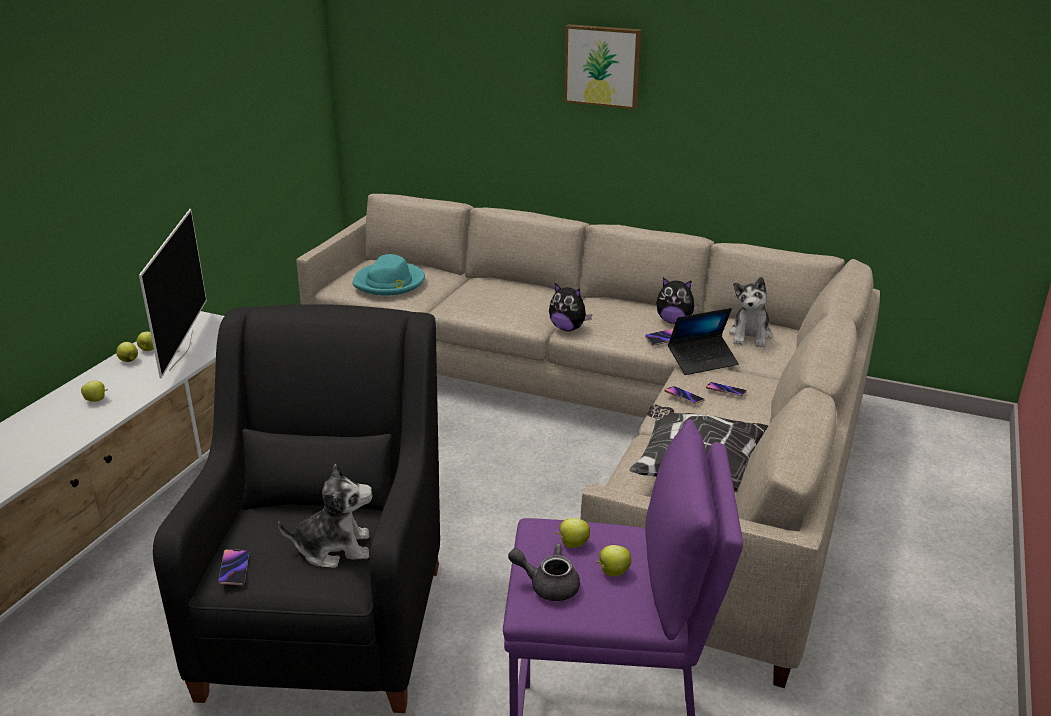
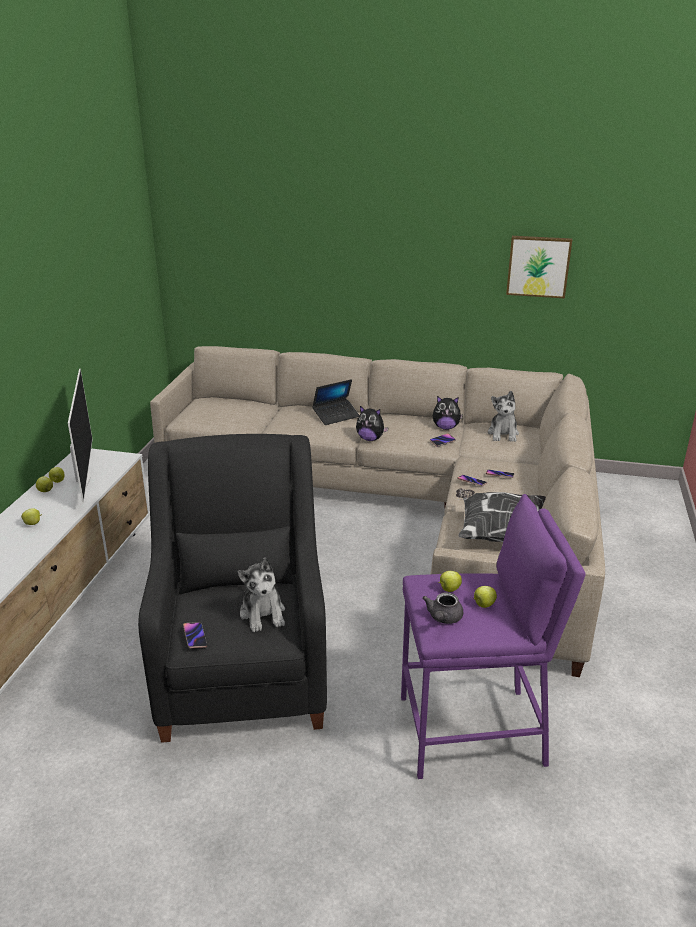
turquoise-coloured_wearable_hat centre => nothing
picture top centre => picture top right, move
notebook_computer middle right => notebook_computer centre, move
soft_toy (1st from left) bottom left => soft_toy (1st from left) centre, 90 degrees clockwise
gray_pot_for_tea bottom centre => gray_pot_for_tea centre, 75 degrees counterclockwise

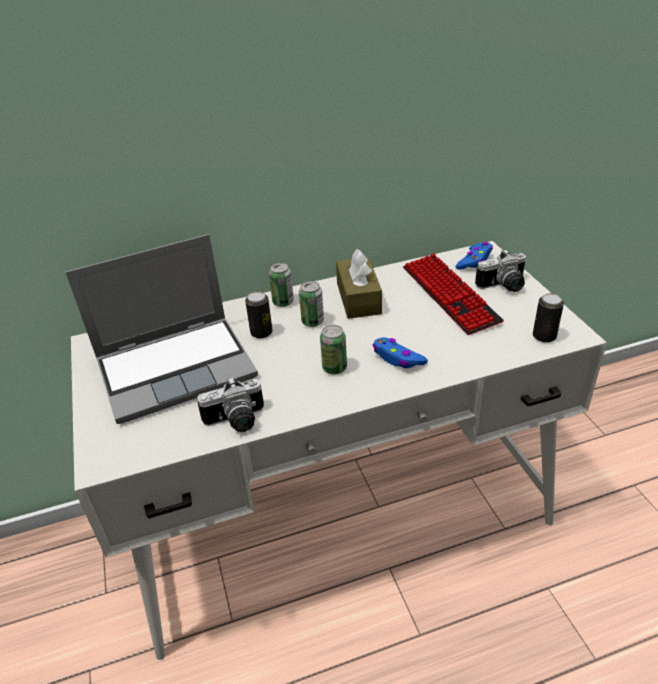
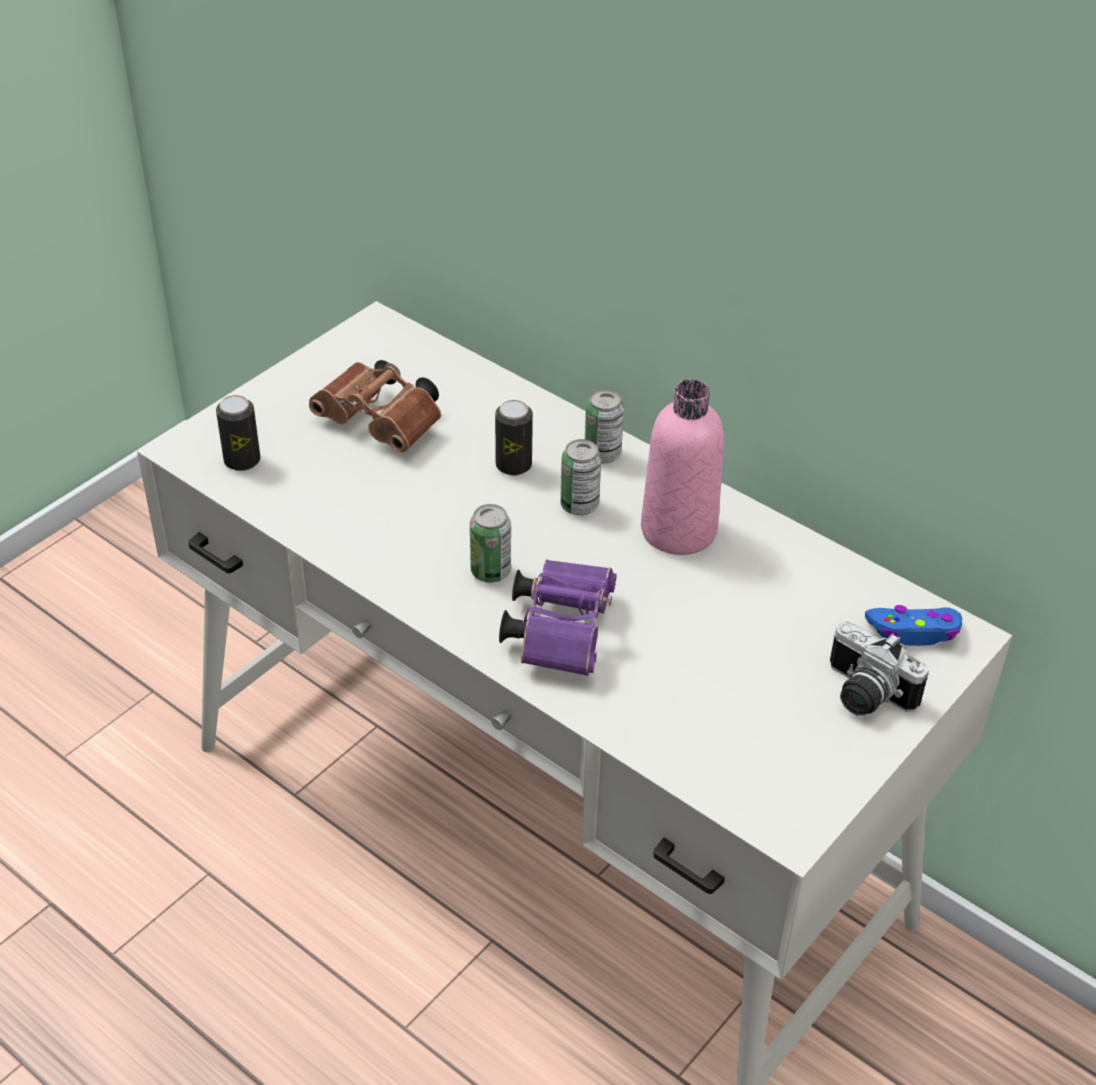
photo_camera (1st from left) centre => nothing
PC_keyboard middle right => nothing
can (5th from left in the first image) middle right => can (1st from left) middle left, move
notebook_computer middle left => brownish_binoculars centre
brownish_box_of_tissues centre => pinkish_beverage_bottle centre
blue_joypad (1st from left) centre => purple-coloured_binoculars centre

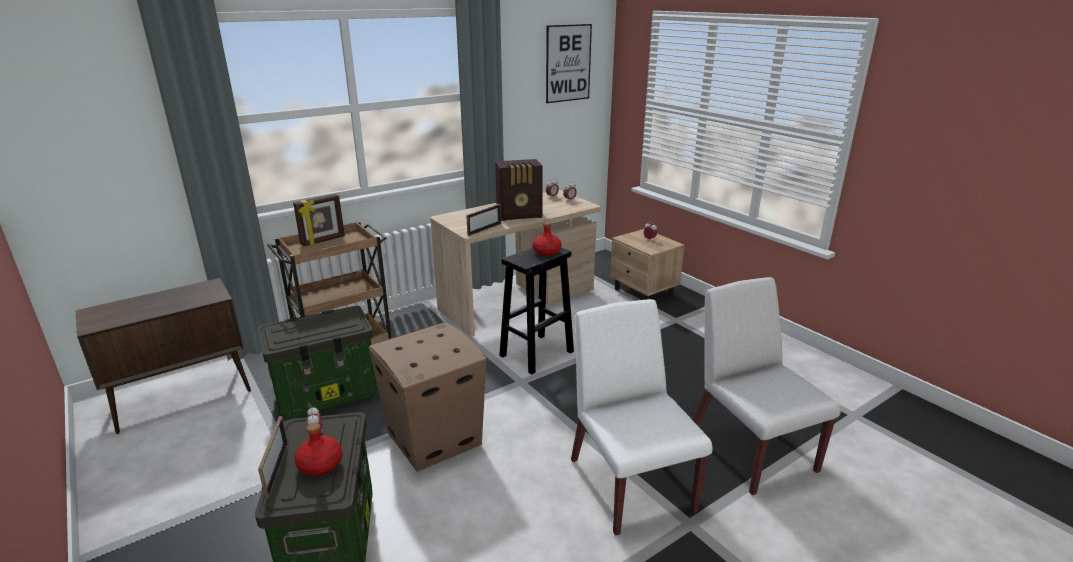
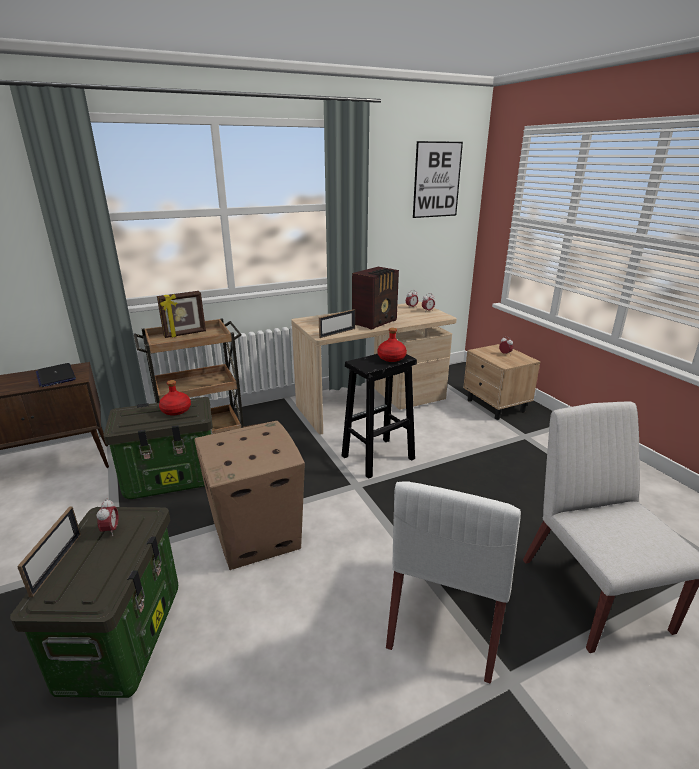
nothing => notebook_computer middle left
reddish_beverage_bottle (1st from left) bottom left => reddish_beverage_bottle (1st from left) middle left, move
radio_receiver centre, 45 degrees counterclockwise
white-coloured_upright_chair (1st from left) bottom centre, 150 degrees counterclockwise

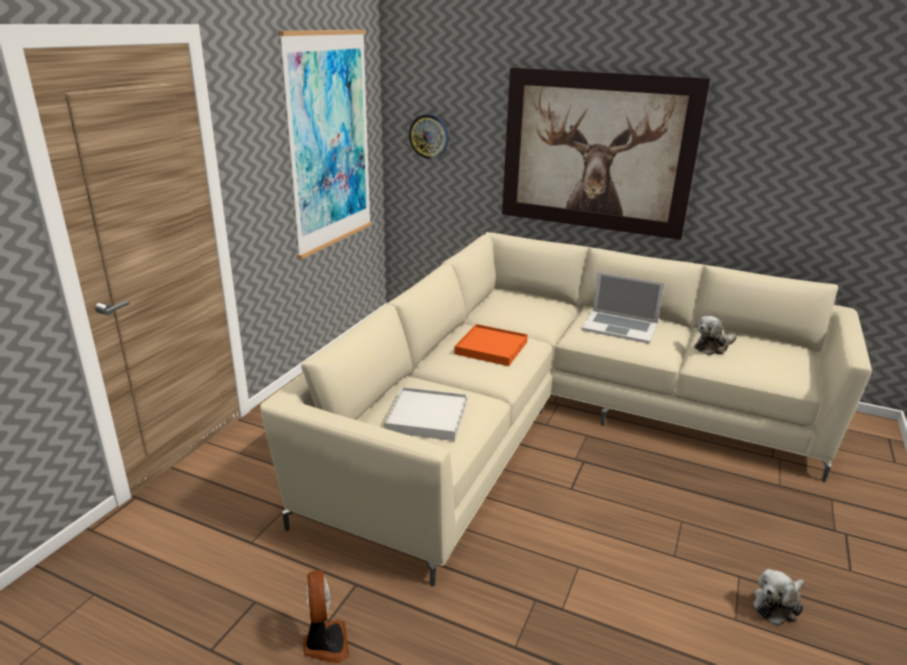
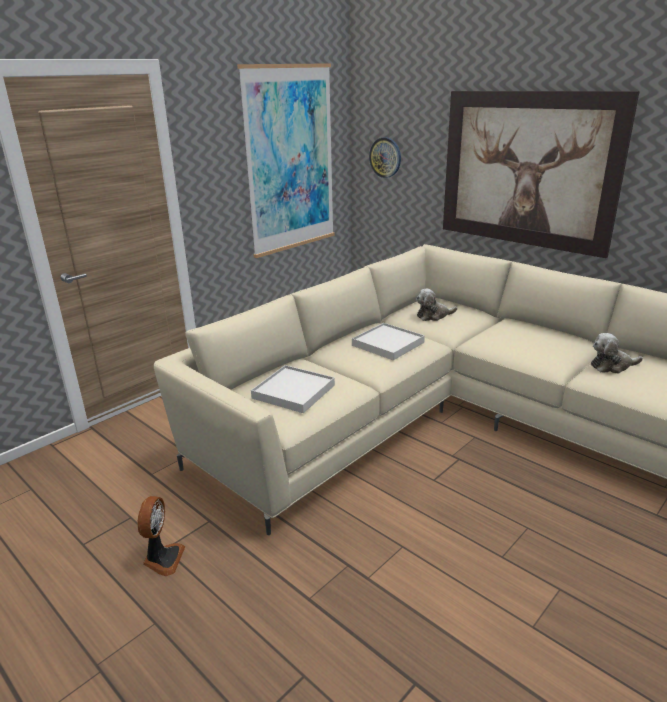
notebook_computer middle right => nothing
soft_toy (2nd from left in the first image) bottom right => soft_toy (1st from left) centre, move
orangey_carrying_tray centre => white-coloured_carrying_tray (2nd from left) centre

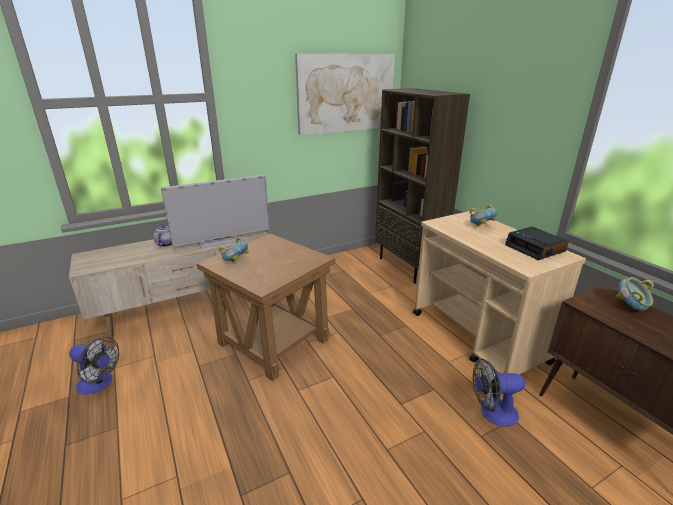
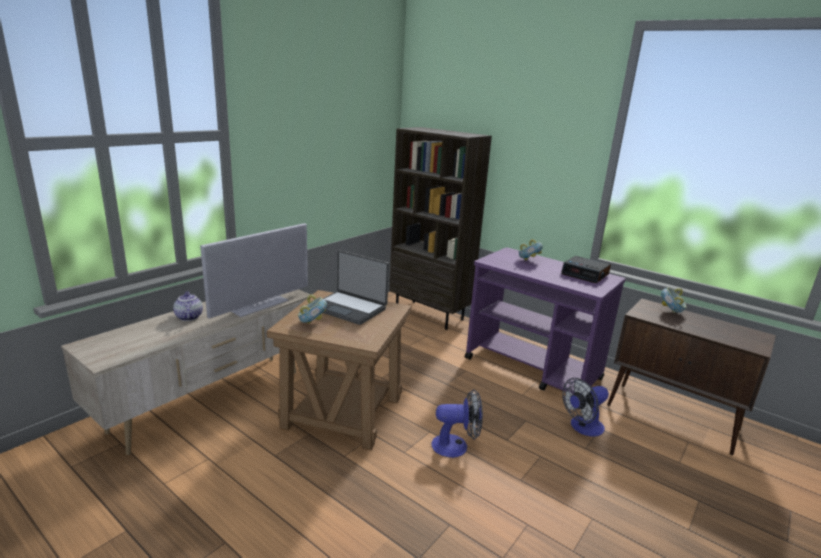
picture top centre => nothing
nothing => notebook_computer centre
electric_fan (1st from left) bottom left => electric_fan (1st from left) bottom centre, move
beige_trolley middle right => purple-coloured_trolley centre

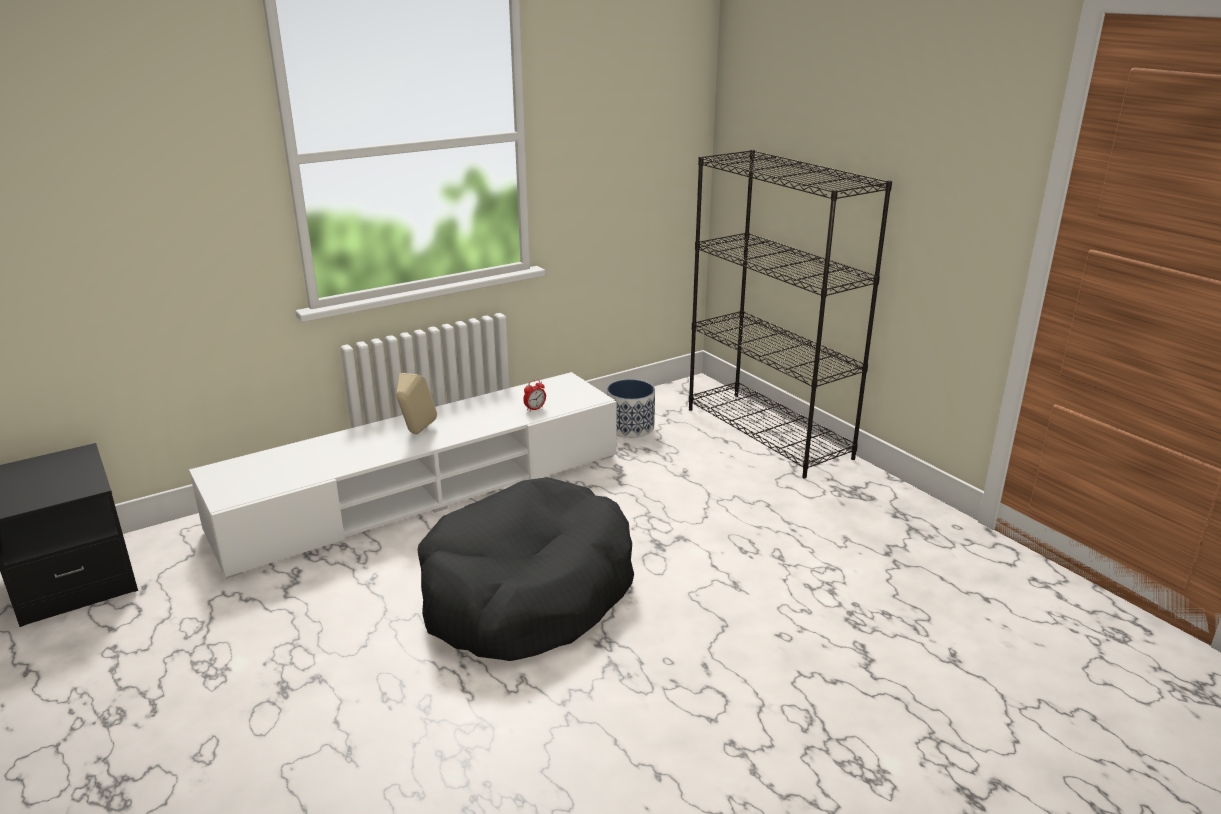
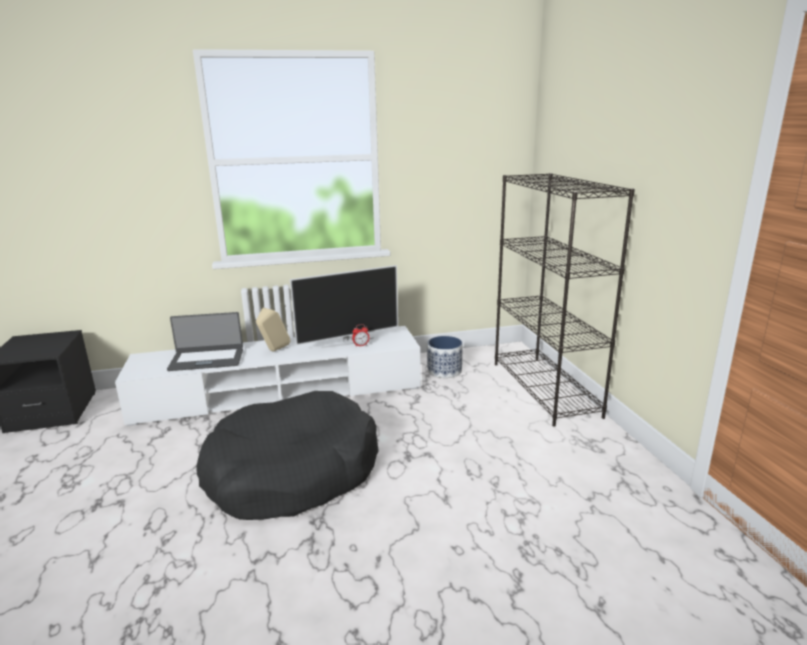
nothing => notebook_computer middle left
nothing => TV_set centre

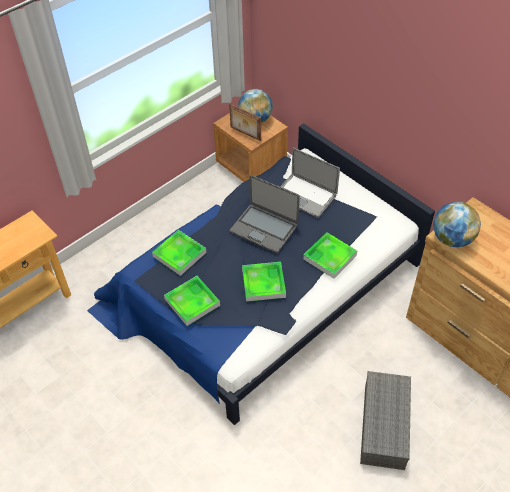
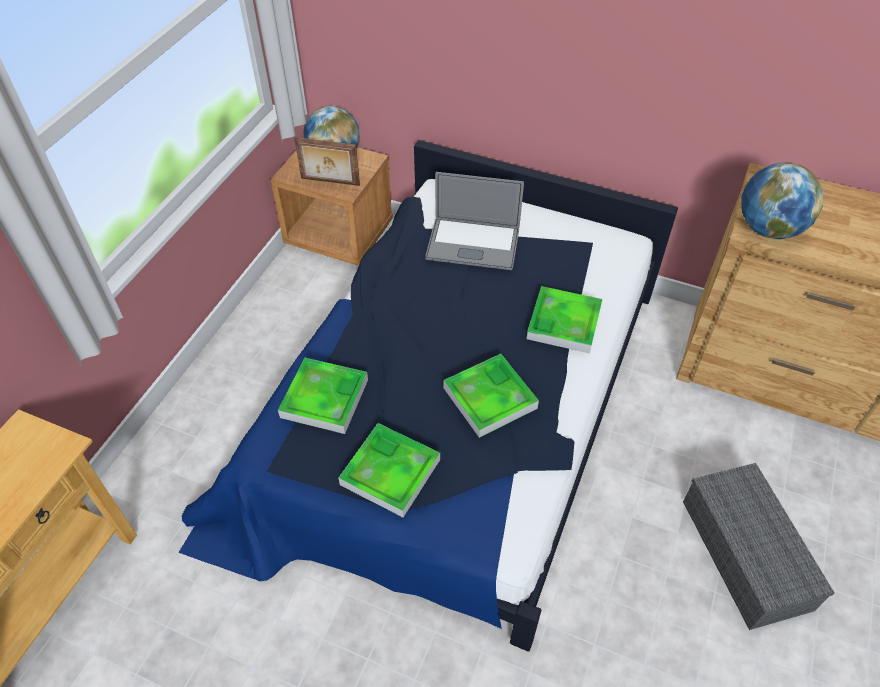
notebook_computer (1st from left) centre => nothing

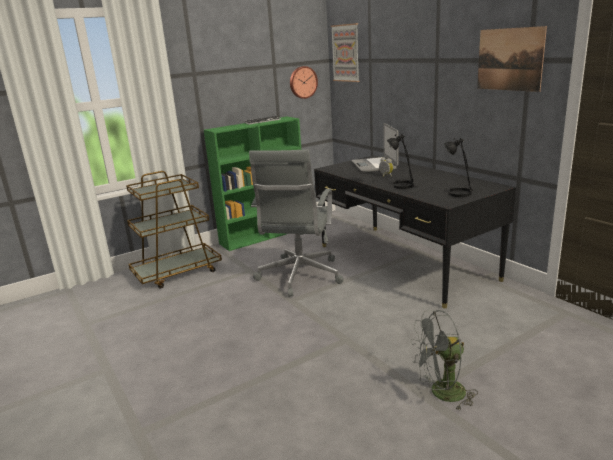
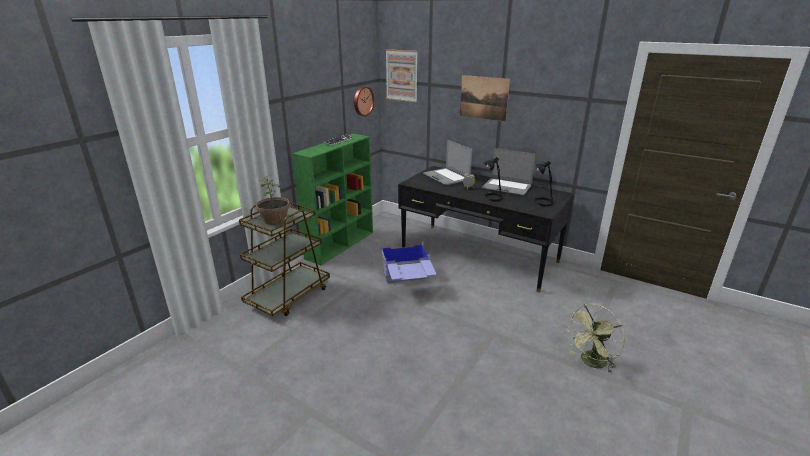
nothing => plant_in_a_pot centre
nothing => notebook_computer (2nd from left) centre
picture (2nd from left) top right => picture (2nd from left) top centre, move
gray_computer_chair centre => blue_storage_bin centre
gray_electric_fan bottom right => green-coloured_electric_fan bottom right

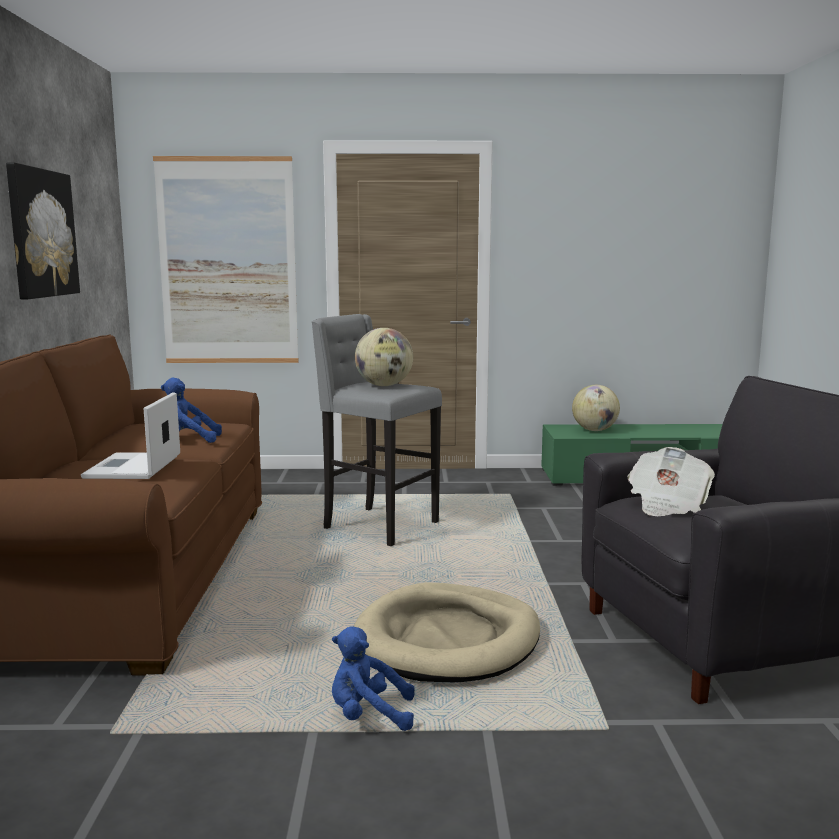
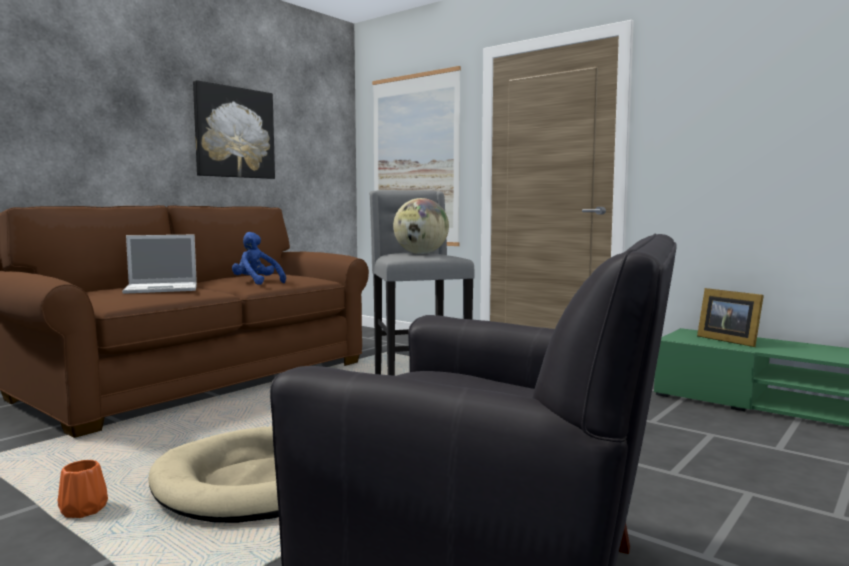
daily_paper middle right => nothing
blue_soft_toy (2nd from left) bottom centre => orangey_vase bottom left
desk_globe (2nd from left) middle right => picture_frame middle right
notebook_computer middle left, 150 degrees counterclockwise

